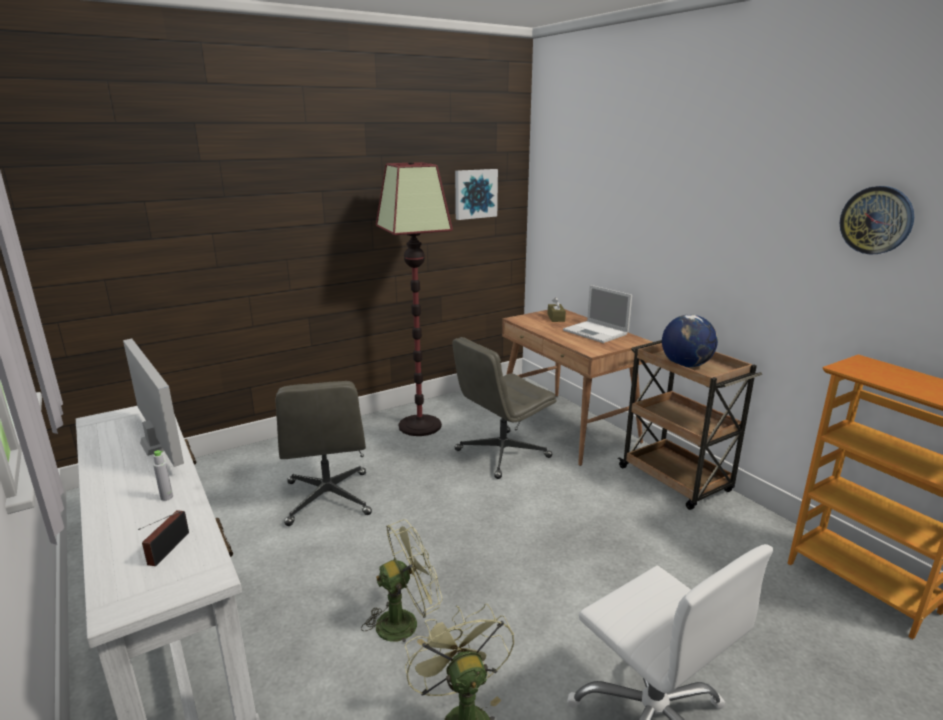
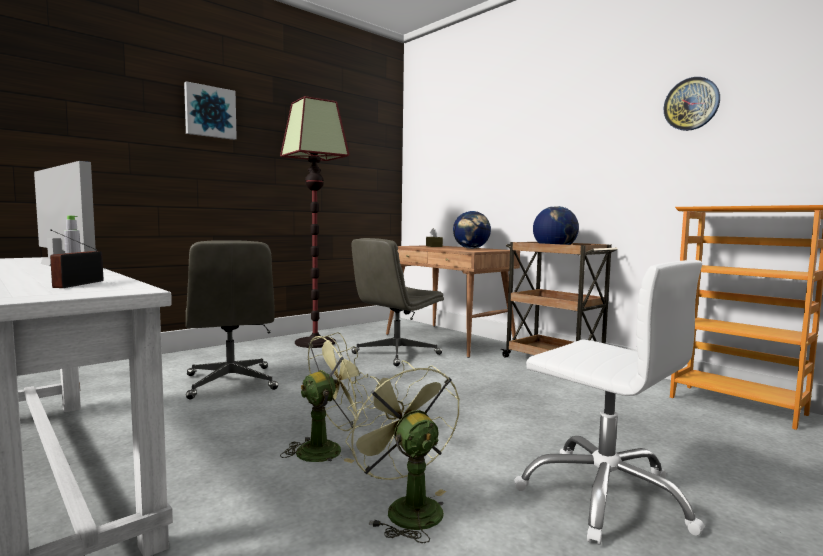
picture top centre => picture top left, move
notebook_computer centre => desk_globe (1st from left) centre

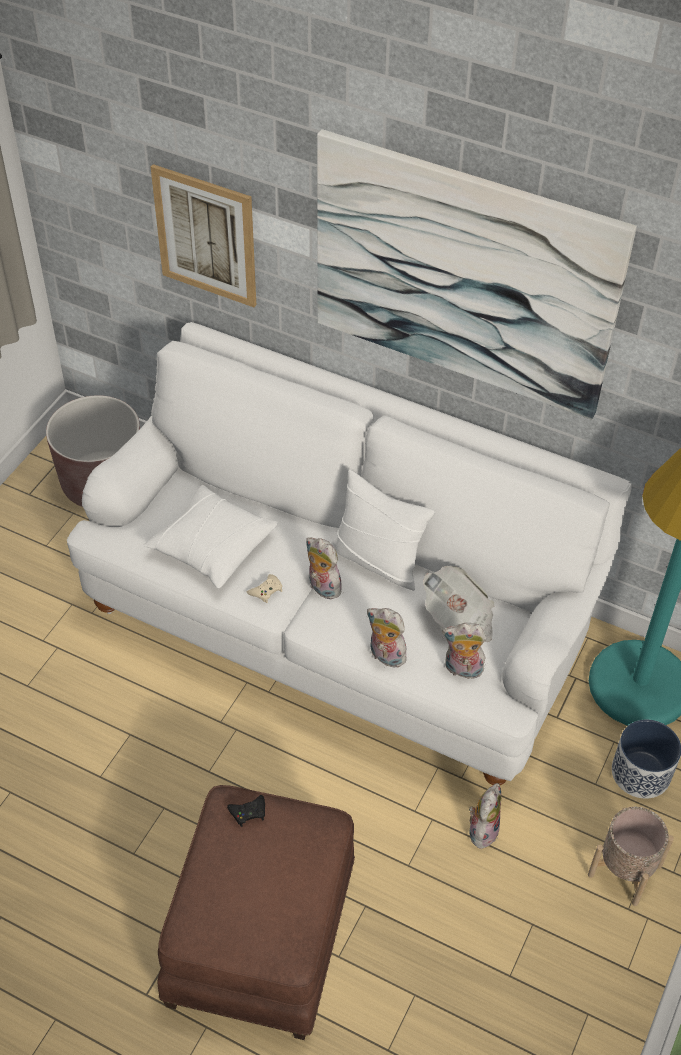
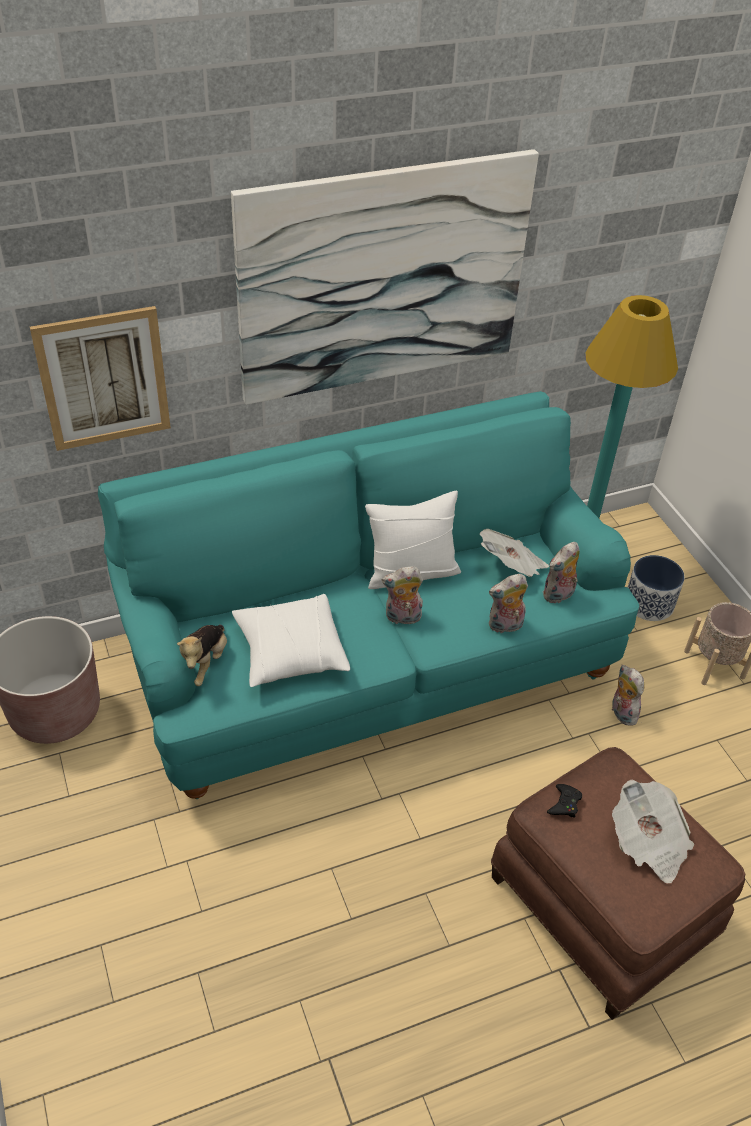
beige_joypad centre => nothing
nothing => soft_toy (1st from left) middle left
nothing => daily_paper (2nd from left) bottom right
white-coloured_sofa centre => turquoise-coloured_sofa centre

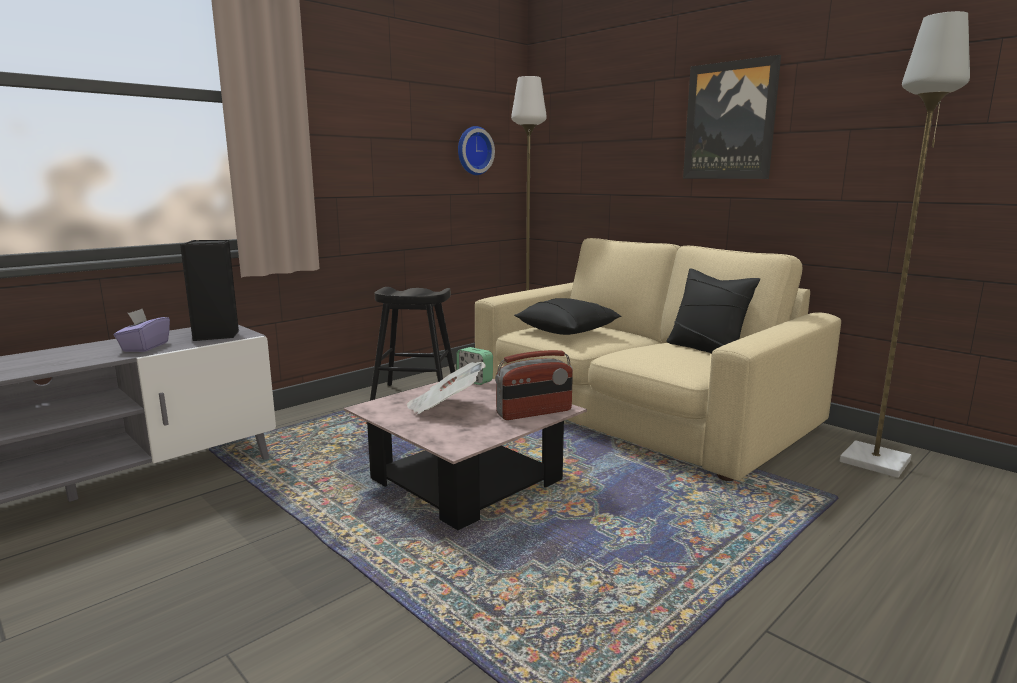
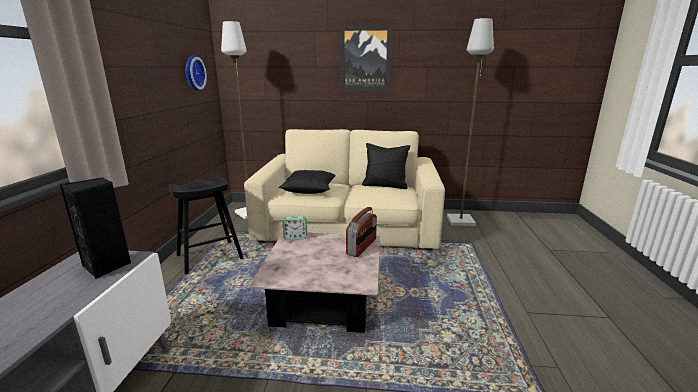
purple-coloured_box_of_tissues middle left => nothing
daily_paper centre => nothing

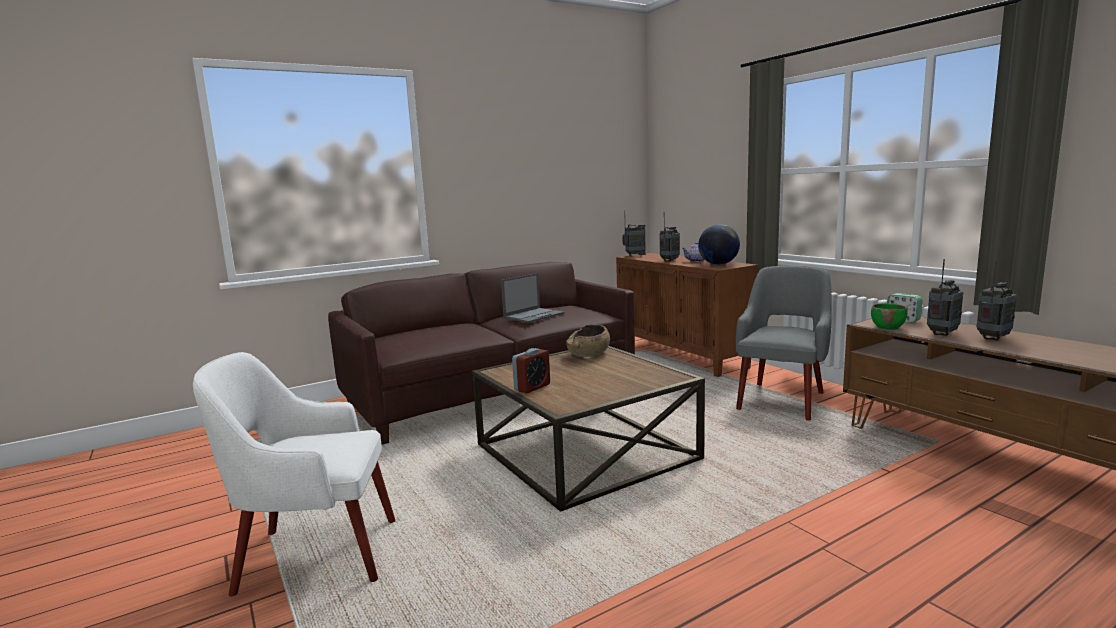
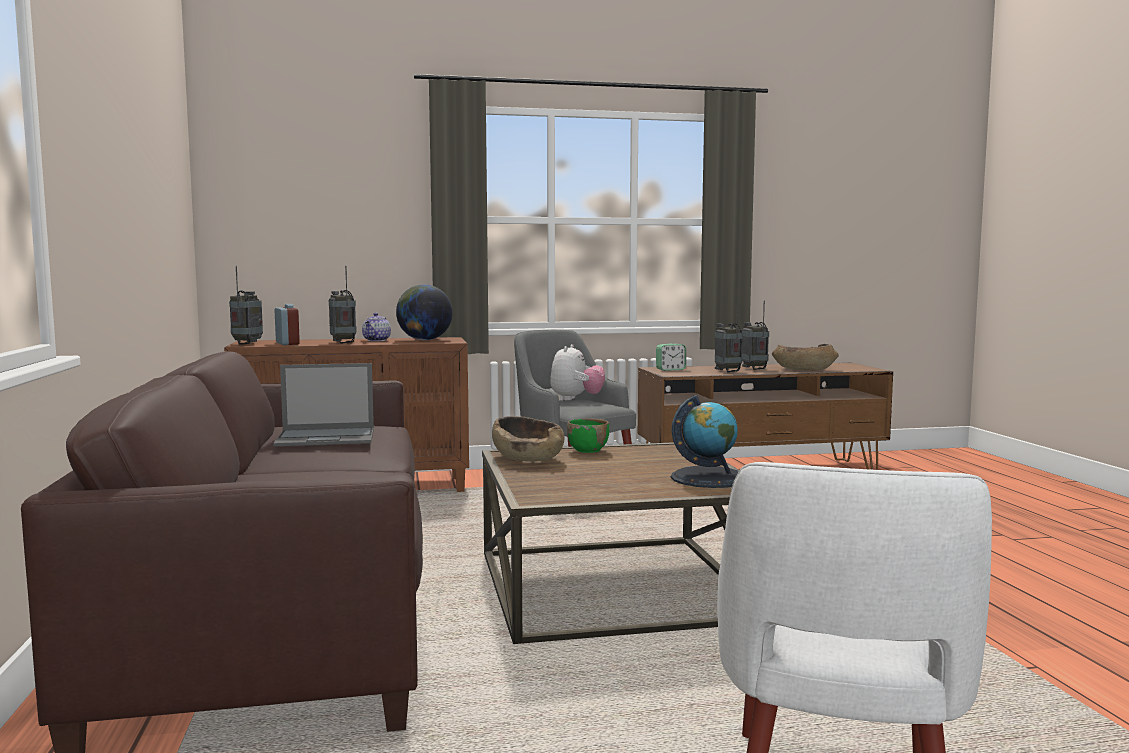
nothing => soft_toy centre
nothing => desk_globe (2nd from left) centre
nothing => brownish_bowl (2nd from left) middle right
table_clock (1st from left) centre => table_clock (1st from left) middle left, move
green-coloured_bowl middle right => green-coloured_bowl centre, move
notebook_computer centre => notebook_computer middle left, 105 degrees clockwise

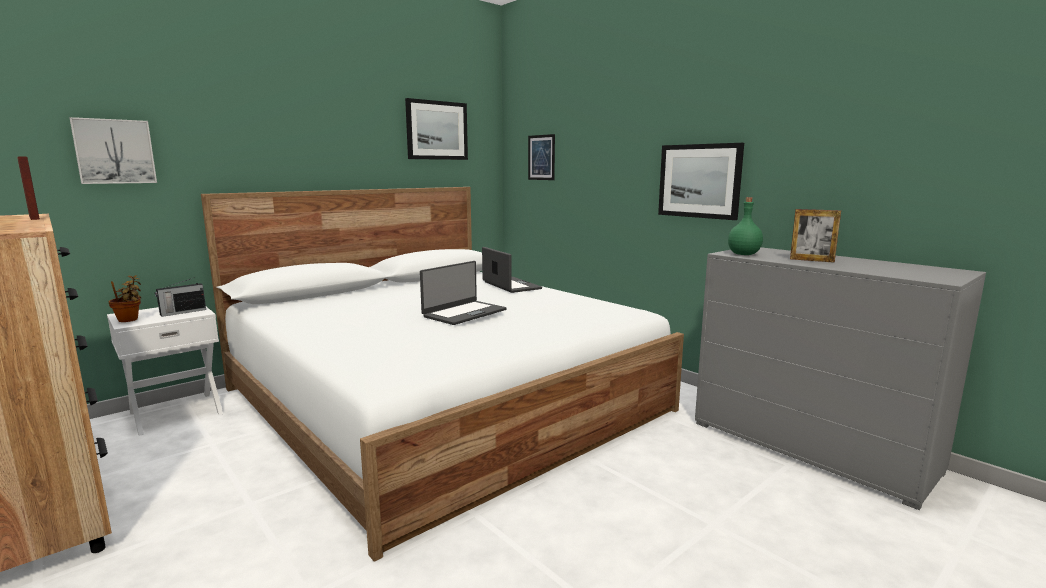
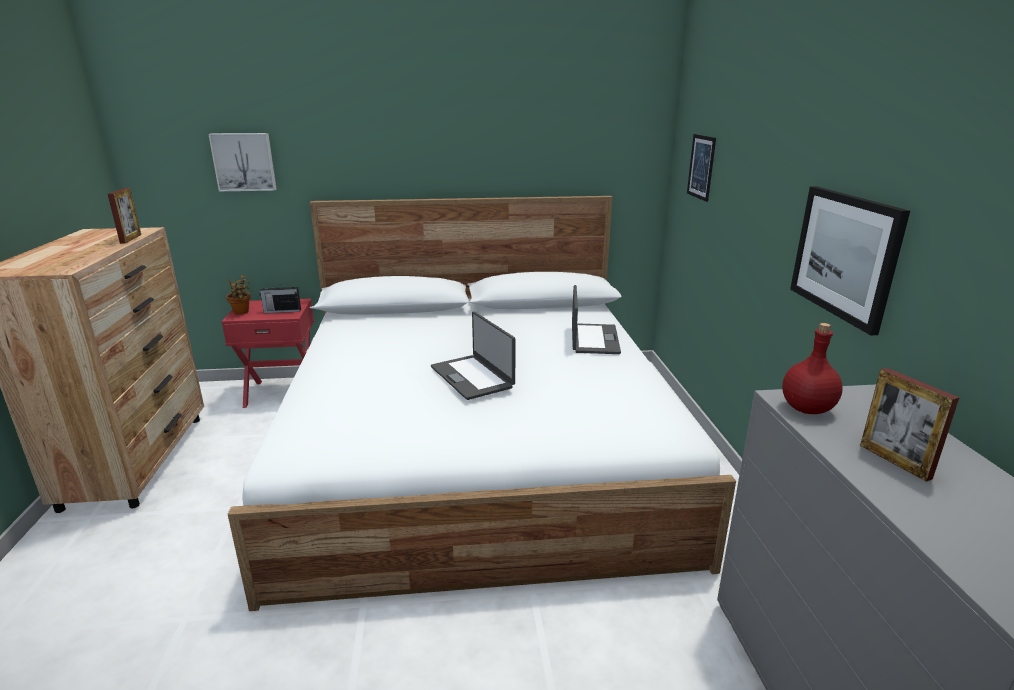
picture (2nd from left) top centre => nothing
white-coloured_night_table middle left => reddish_night_table middle left
green-coloured_beverage_bottle middle right => reddish_beverage_bottle middle right
notebook_computer (1st from left) centre, 75 degrees clockwise

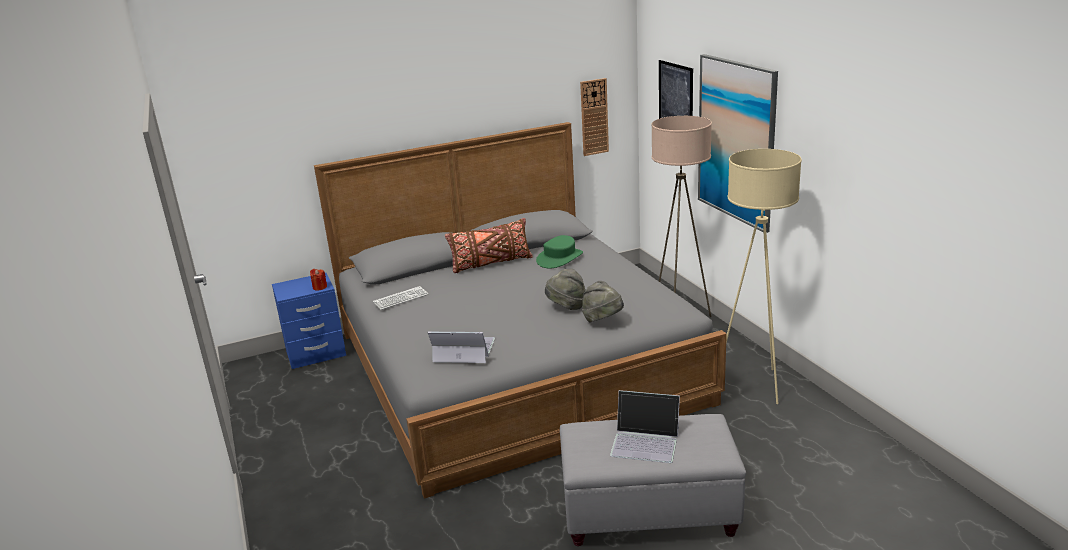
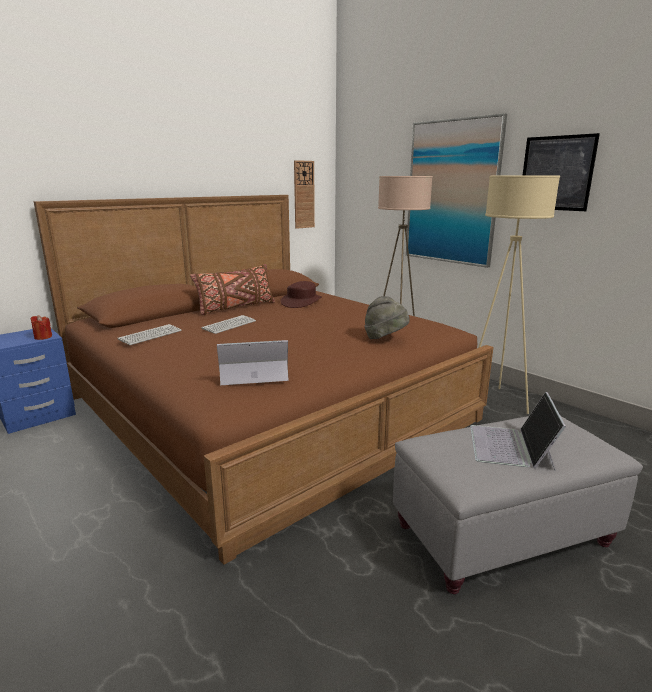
gray_wearable_hat (1st from left) centre => nothing
nothing => PC_keyboard (2nd from left) centre
picture (1st from left in the first image) top centre => picture (2nd from left) top right, move
gray_bed centre => brownish_bed centre
green-coloured_wearable_hat centre => brownish_wearable_hat centre
notebook_computer (2nd from left) bottom centre => notebook_computer (2nd from left) middle right, 105 degrees clockwise

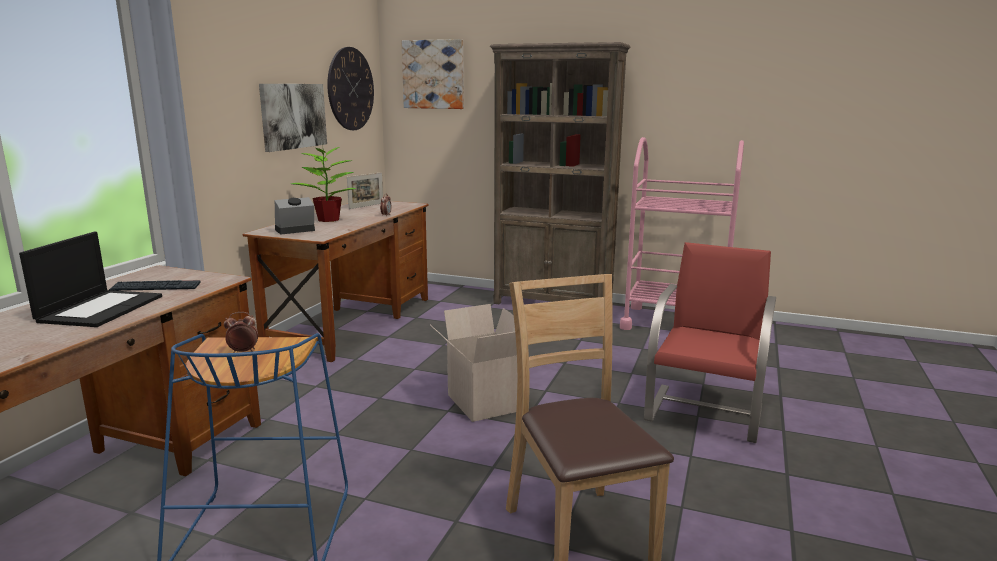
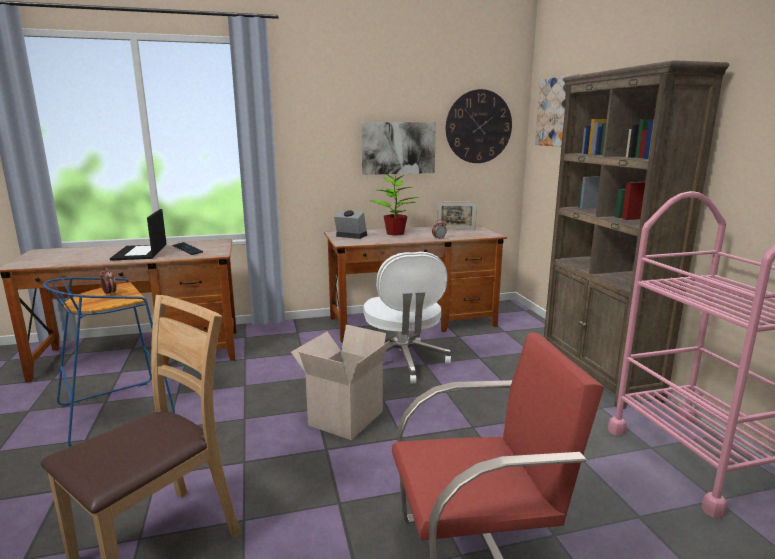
nothing => white-coloured_computer_chair centre
notebook_computer middle left, 105 degrees clockwise

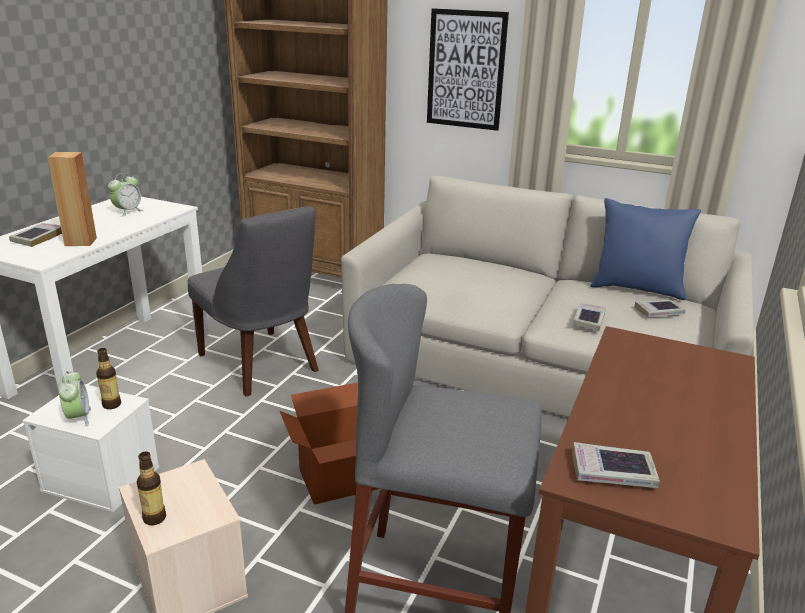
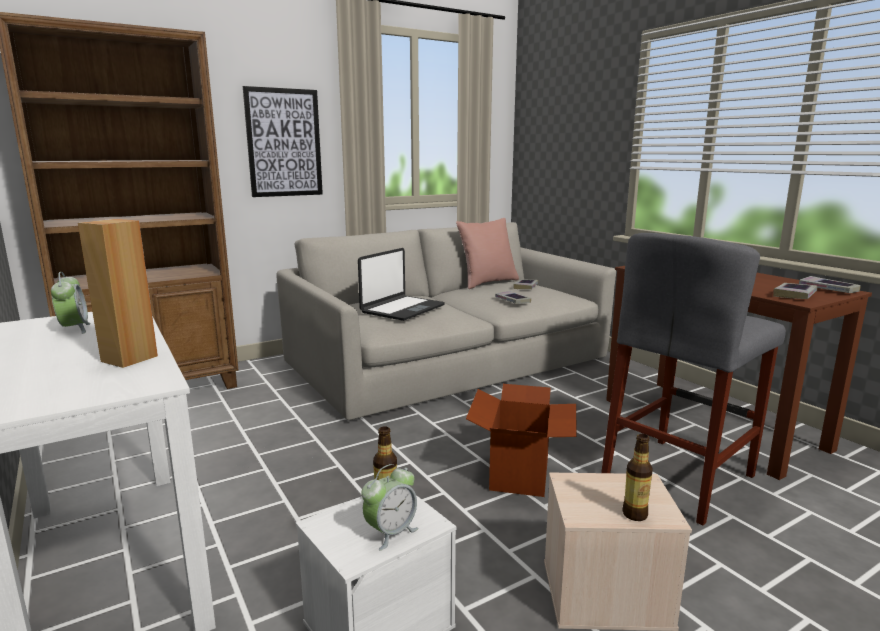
gray_upright_chair middle left => nothing
nothing => notebook_computer centre
volume (1st from left in the first image) middle left => volume (4th from left) middle right, move
blue_throw_pillow middle right => pinkish_throw_pillow centre
table_clock (1st from left in the first image) middle left => table_clock (2nd from left) bottom centre, 120 degrees clockwise

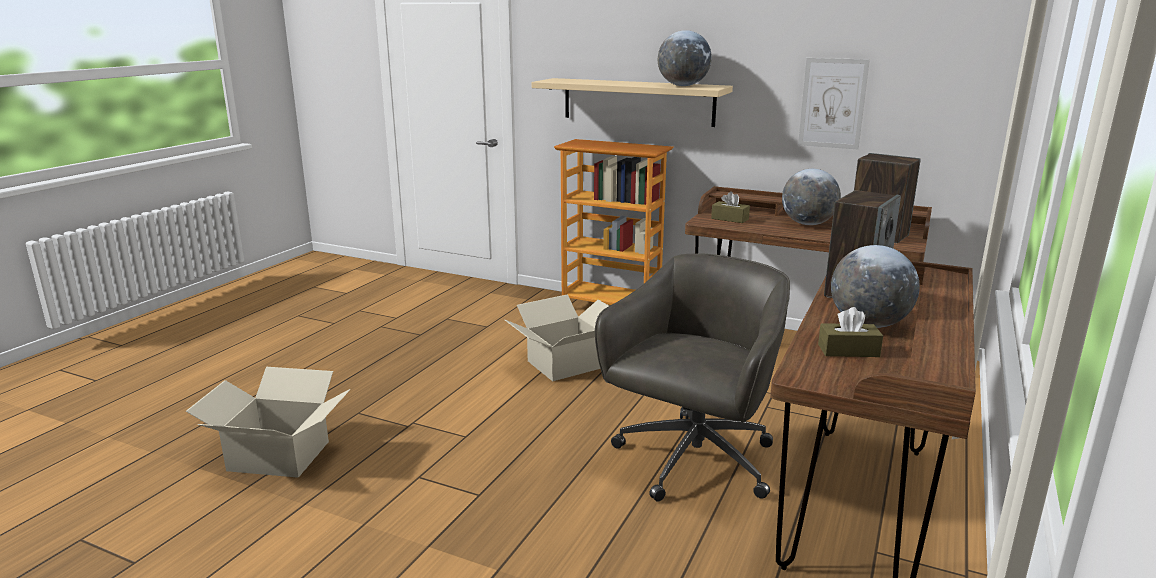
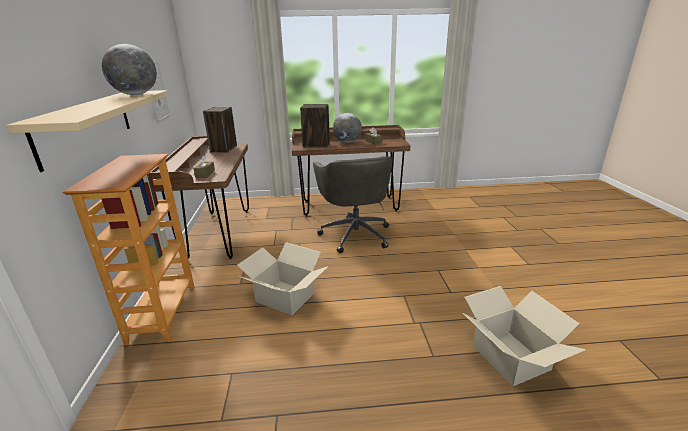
desk_globe (2nd from left) middle right => nothing
gray_computer_chair centre, 105 degrees counterclockwise

